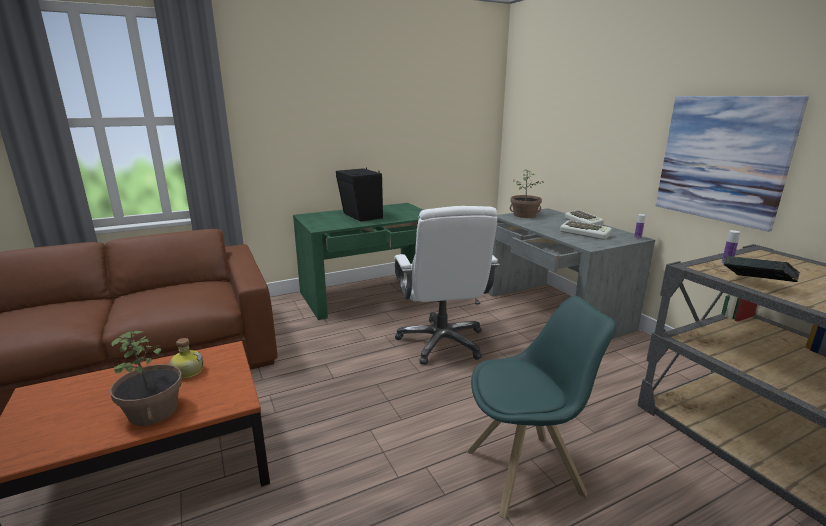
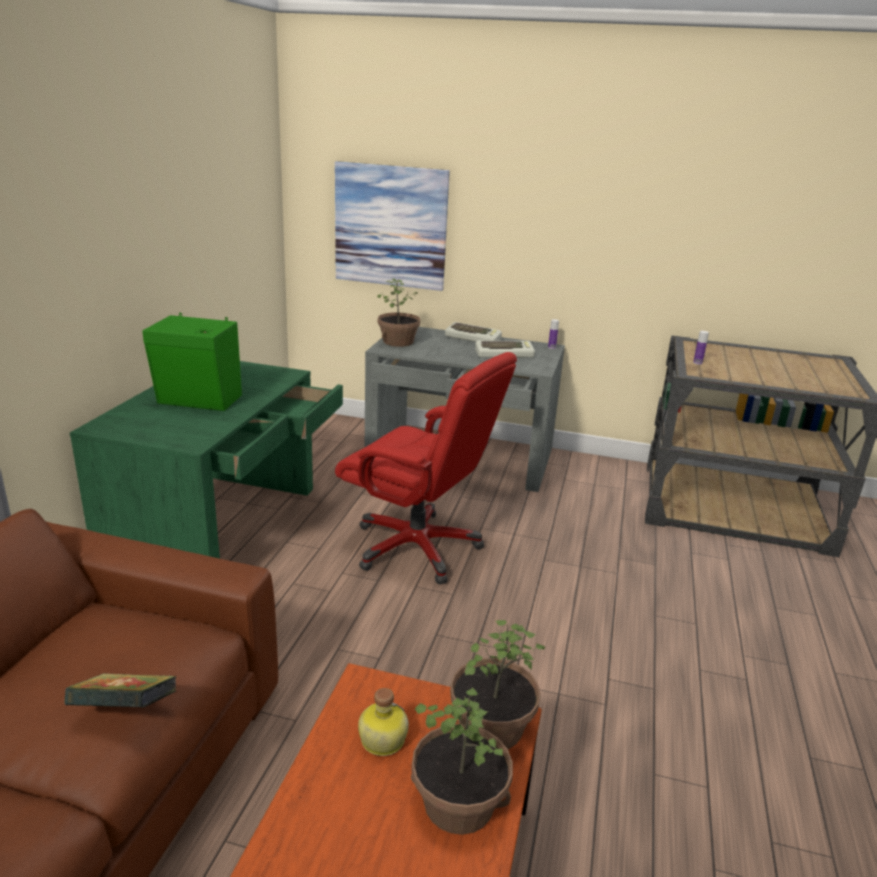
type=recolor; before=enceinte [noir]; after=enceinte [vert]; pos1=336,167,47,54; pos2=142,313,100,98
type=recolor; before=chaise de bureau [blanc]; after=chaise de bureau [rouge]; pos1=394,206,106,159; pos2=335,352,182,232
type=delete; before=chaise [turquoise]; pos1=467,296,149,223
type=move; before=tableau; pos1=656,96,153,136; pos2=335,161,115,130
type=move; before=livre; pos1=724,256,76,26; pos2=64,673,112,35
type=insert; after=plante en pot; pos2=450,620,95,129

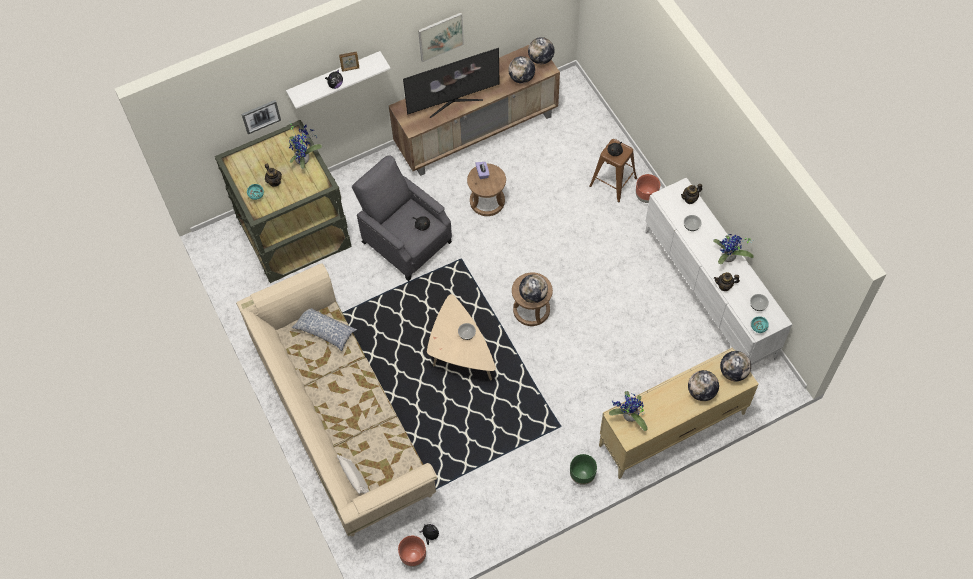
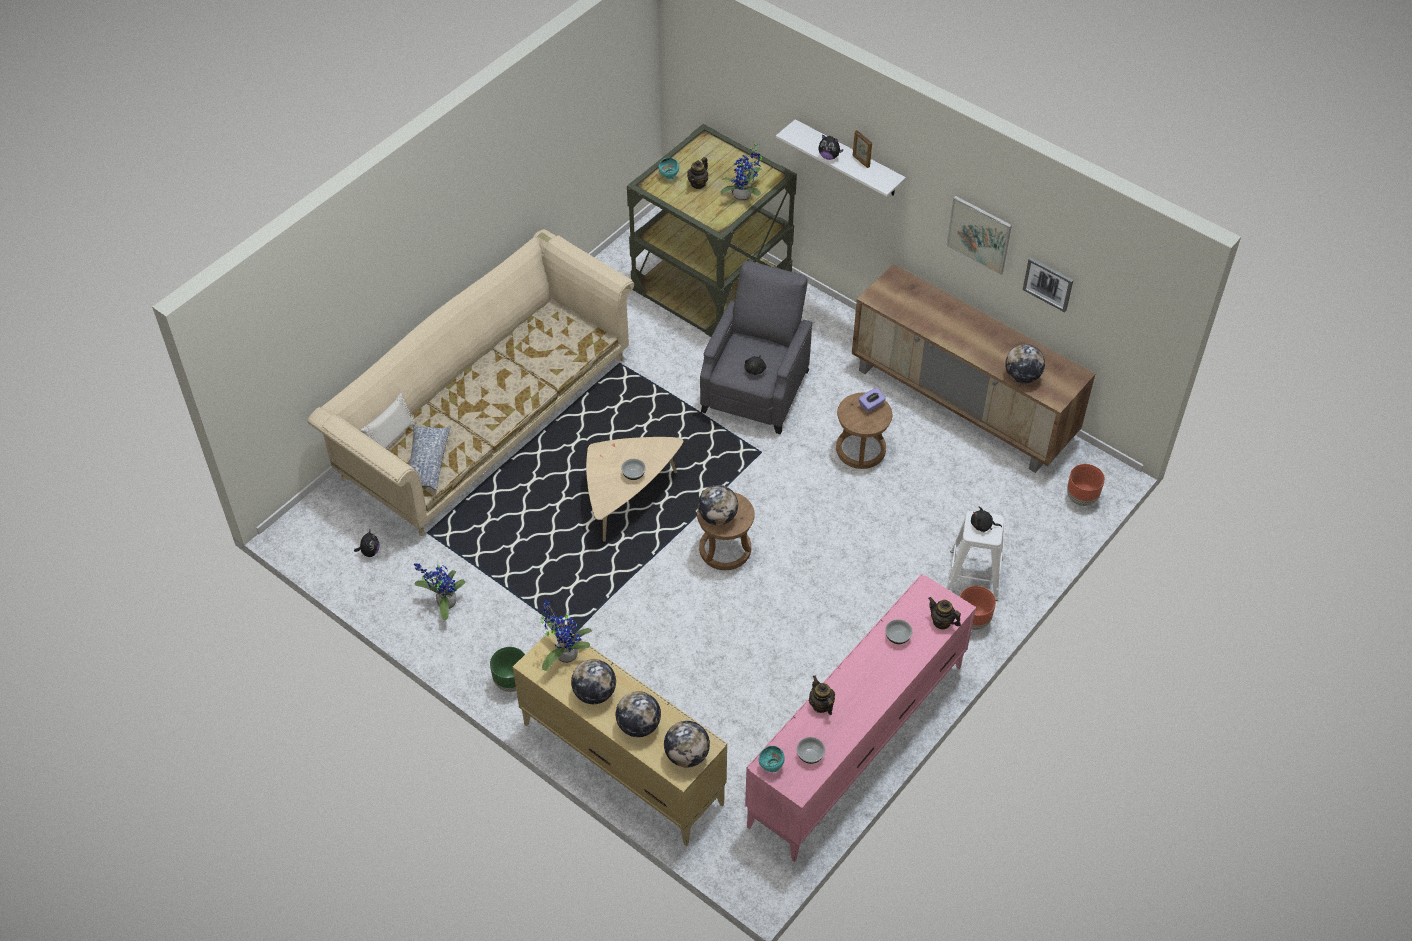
type=move; before=tableau; pos1=242,100,39,34; pos2=1023,257,50,55
type=move; before=coussin; pos1=292,308,65,43; pos2=409,425,41,65
type=move; before=cache-pot [marron]; pos1=398,536,28,31; pos2=1067,464,38,42
type=delete; before=téléviseur; pos1=403,48,97,70
type=move; before=globe; pos1=528,37,26,27; pos2=571,659,45,45
type=recolor; before=tabouret [marron]; after=tabouret [blanc]; pos1=589,139,48,64; pos2=946,511,58,90
type=recolor; before=meuble de rangement [blanc]; after=meuble de rangement [rose]; pos1=645,177,147,188; pos2=745,574,231,288
type=move; before=plante en pot; pos1=713,234,41,30; pos2=413,561,52,59

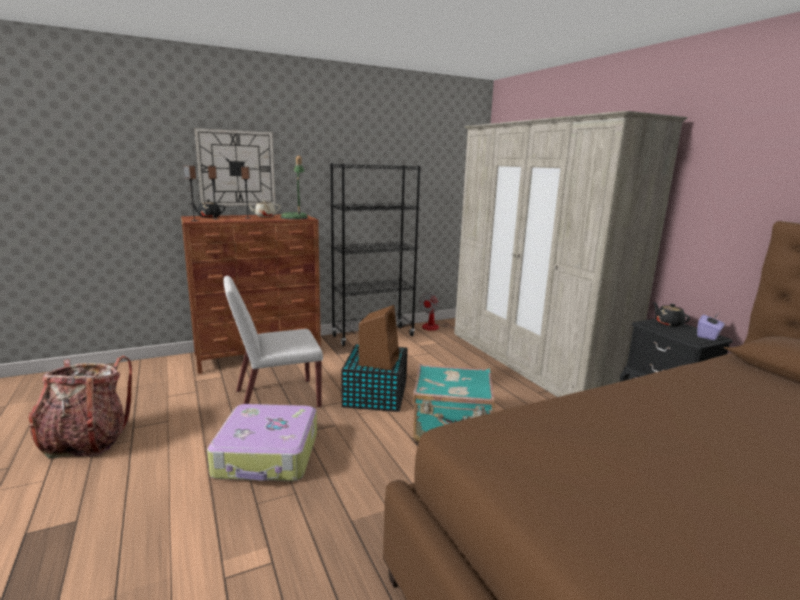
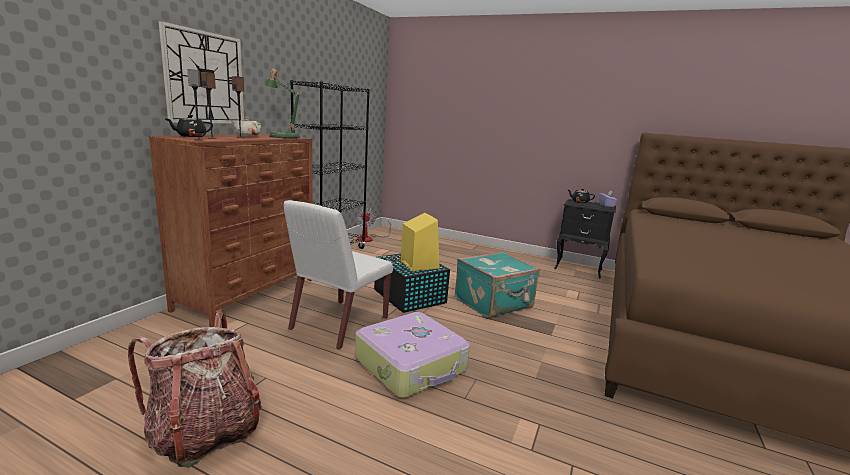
type=recolor; before=enceinte [marron]; after=enceinte [jaune]; pos1=359,305,40,65; pos2=401,213,38,58
type=delete; before=armoire [beige]; pos1=454,111,233,286

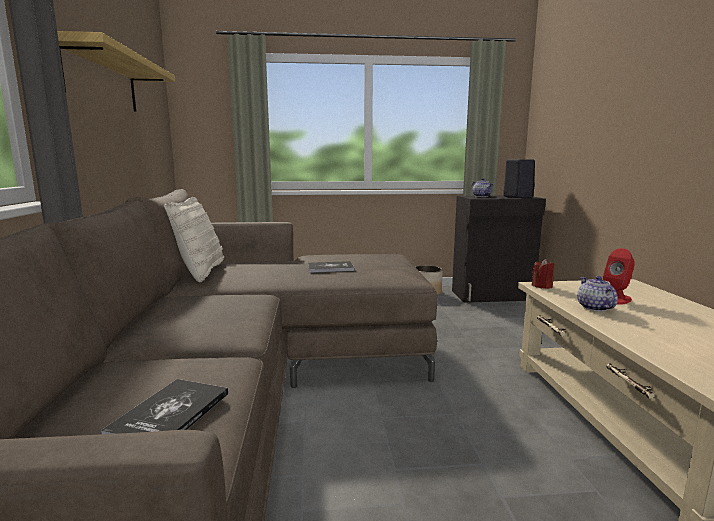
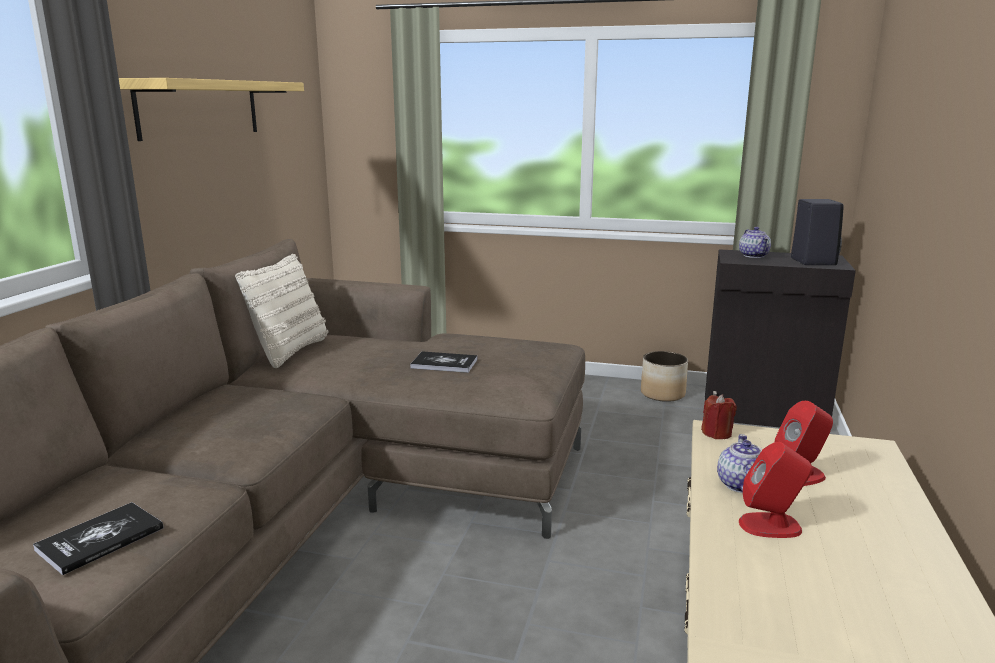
type=insert; after=enceinte [rouge]; pos2=739,442,73,96

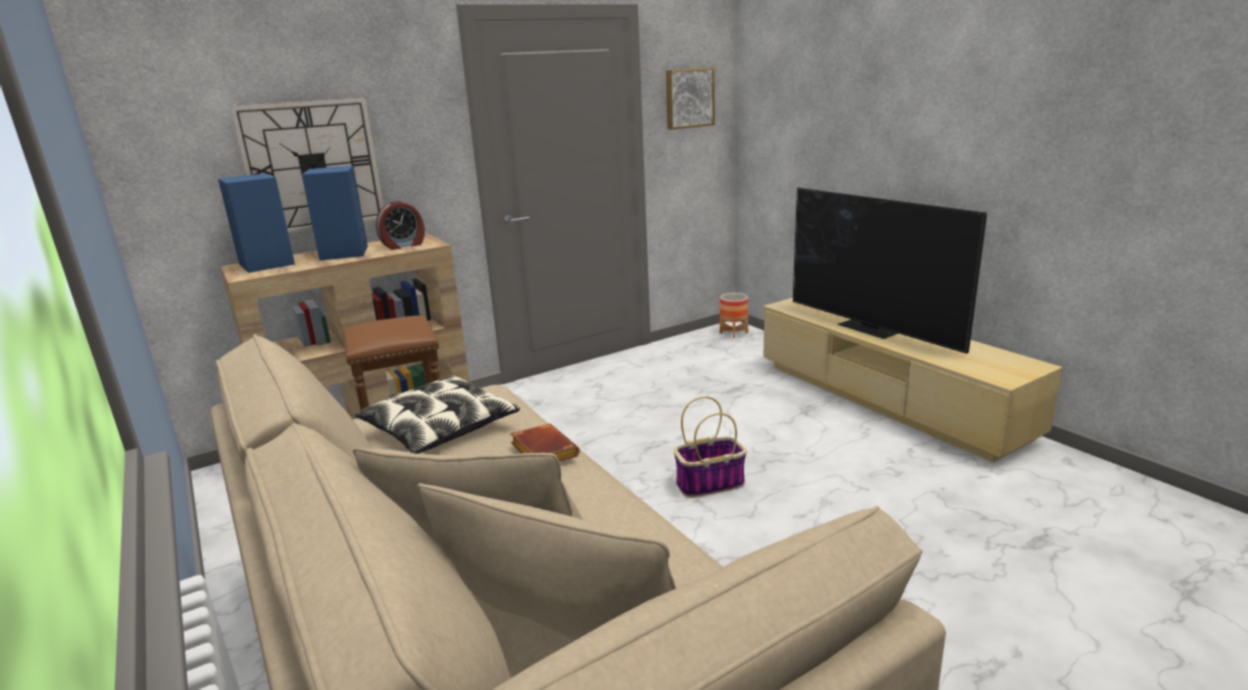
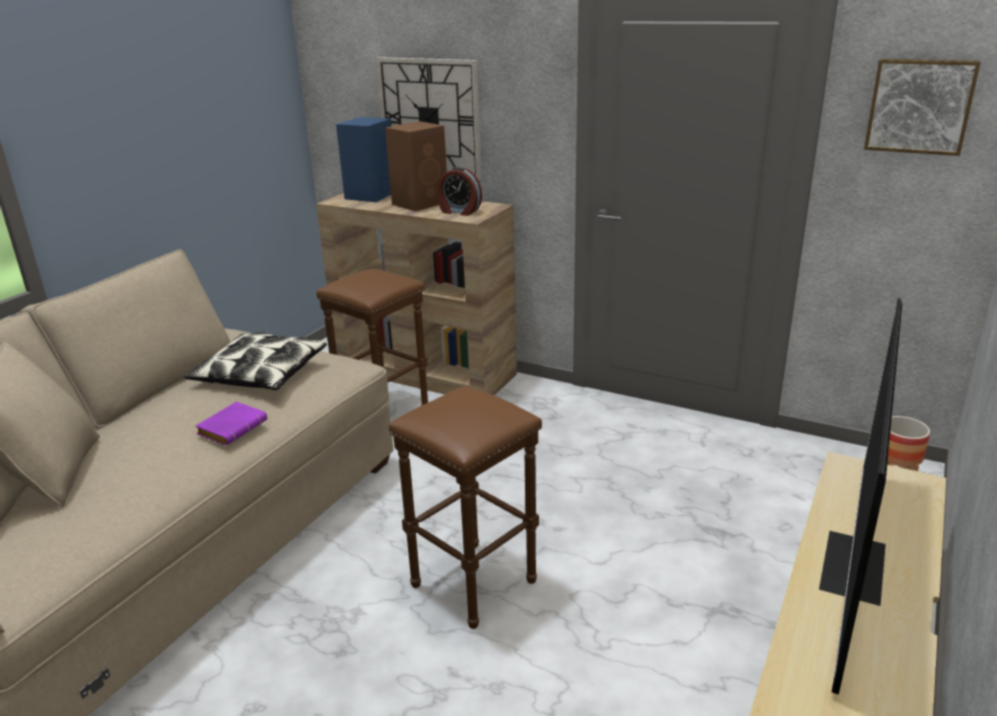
type=recolor; before=enceinte [bleu]; after=enceinte [marron]; pos1=302,166,66,95; pos2=385,121,62,90
type=recolor; before=livre [marron]; after=livre [violet]; pos1=510,424,70,38; pos2=195,402,72,44
type=replace; before=panier; after=tabouret [marron]; pos1=674,396,73,102; pos2=389,385,153,244

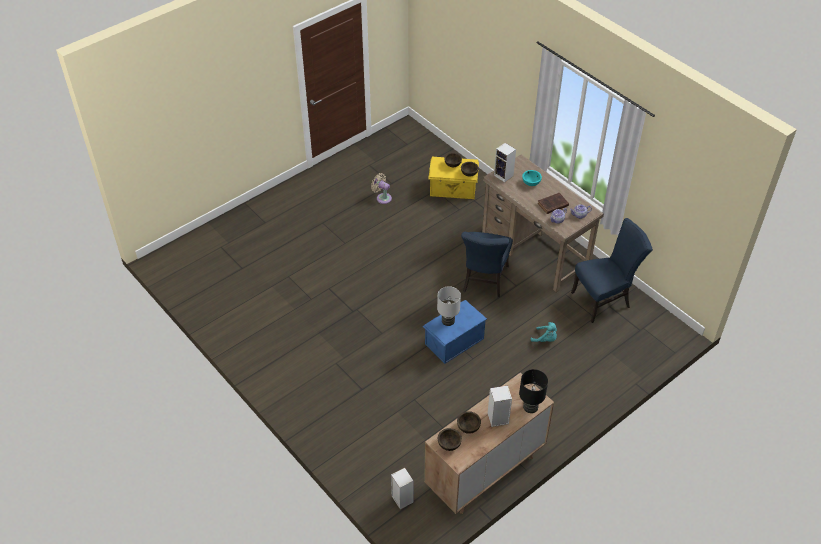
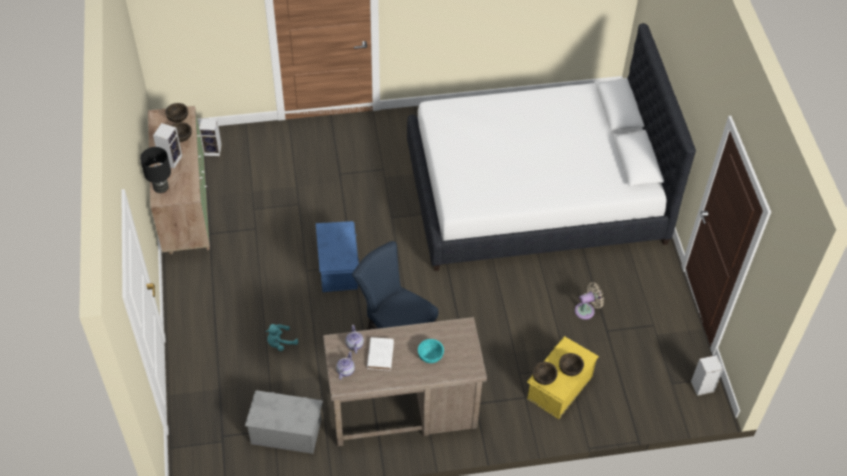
type=delete; before=lampe de table [gris]; pos1=437,286,24,40
type=move; before=enceinte; pos1=494,143,22,39; pos2=691,355,32,41
type=recolor; before=livre [marron]; after=livre [blanc]; pos1=538,193,31,21; pos2=367,337,27,34
type=replace; before=chaise [bleu]; after=boîte de rangement [gris]; pos1=571,218,82,105; pos2=245,390,78,64
type=insert; after=lit [blanc]; pos2=407,23,289,248

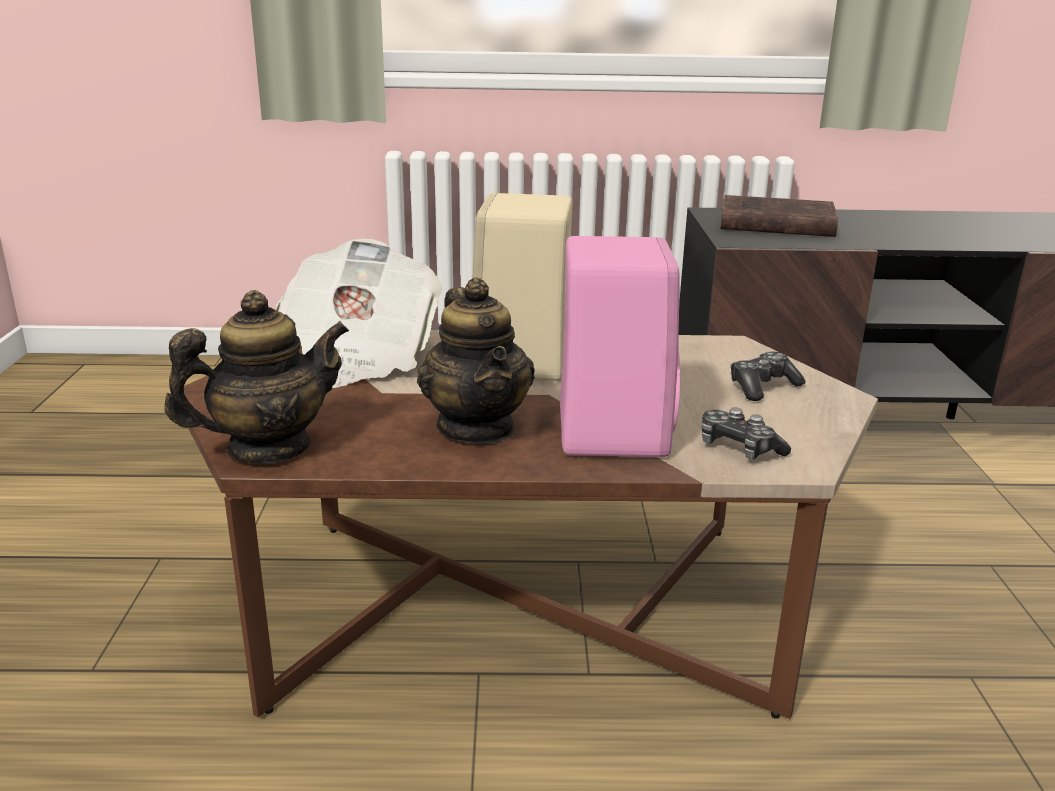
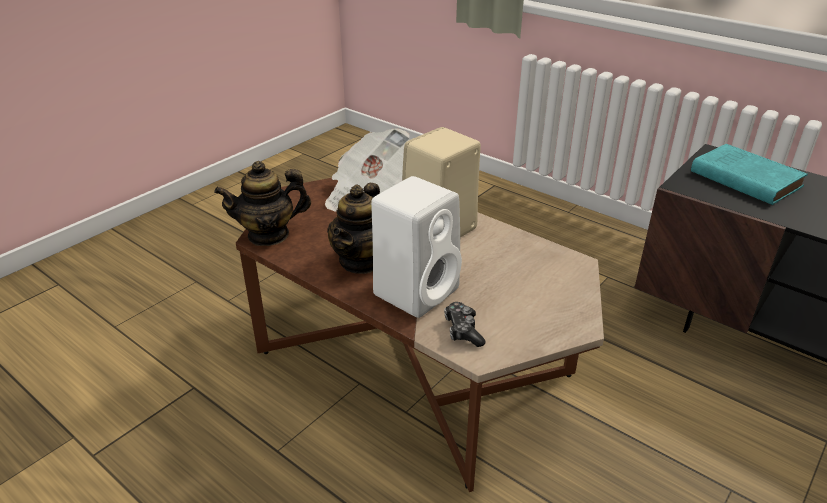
type=rotate; before=théière; pos1=164,290,185,173; pos2=214,161,97,85; turn=150
type=recolor; before=enceinte [rose]; after=enceinte [blanc]; pos1=560,236,120,221; pos2=371,176,91,142
type=recolor; before=livre [marron]; after=livre [turquoise]; pos1=721,195,118,42; pos2=691,144,117,61
type=delete; before=manette; pos1=730,352,76,49

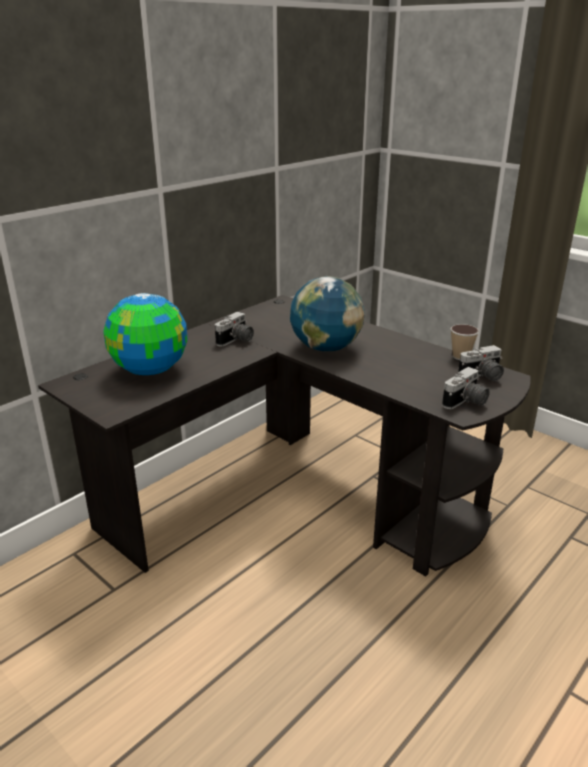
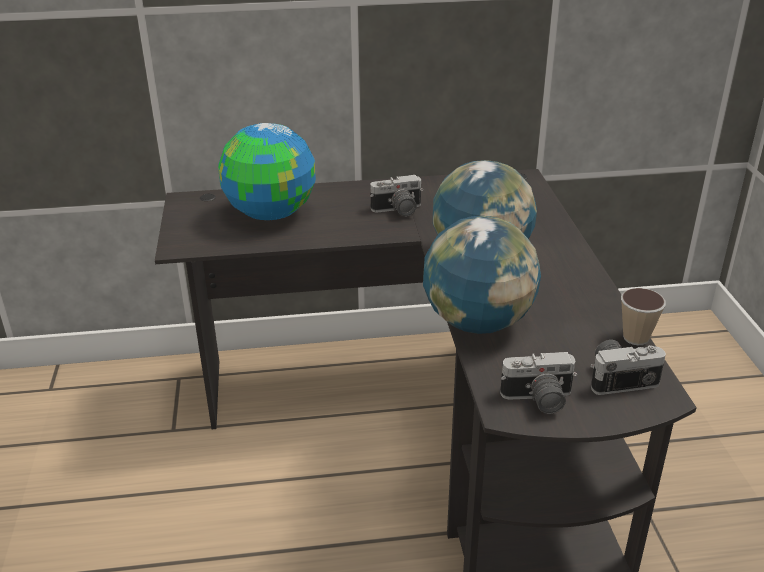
type=rotate; before=appareil photo; pos1=458,345,46,36; pos2=590,340,76,55; turn=150
type=insert; after=globe; pos2=423,216,118,118

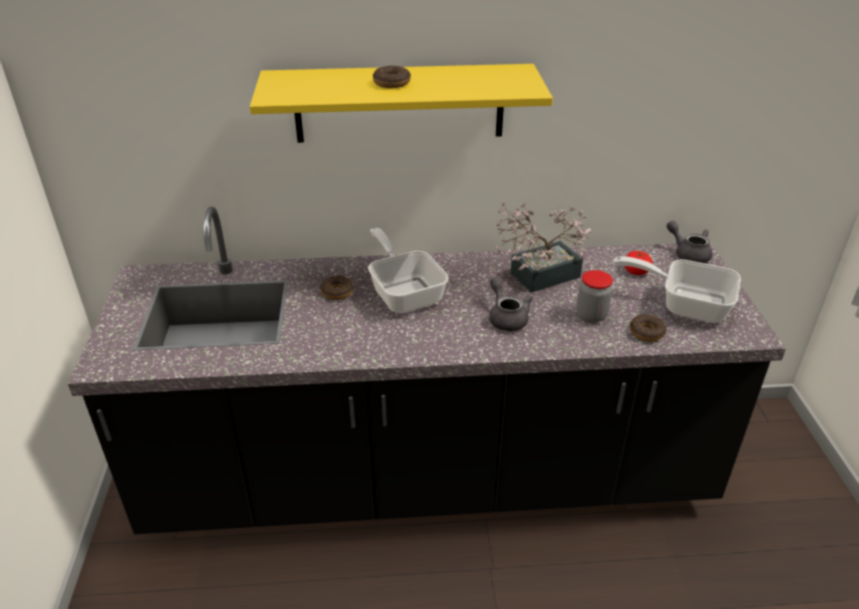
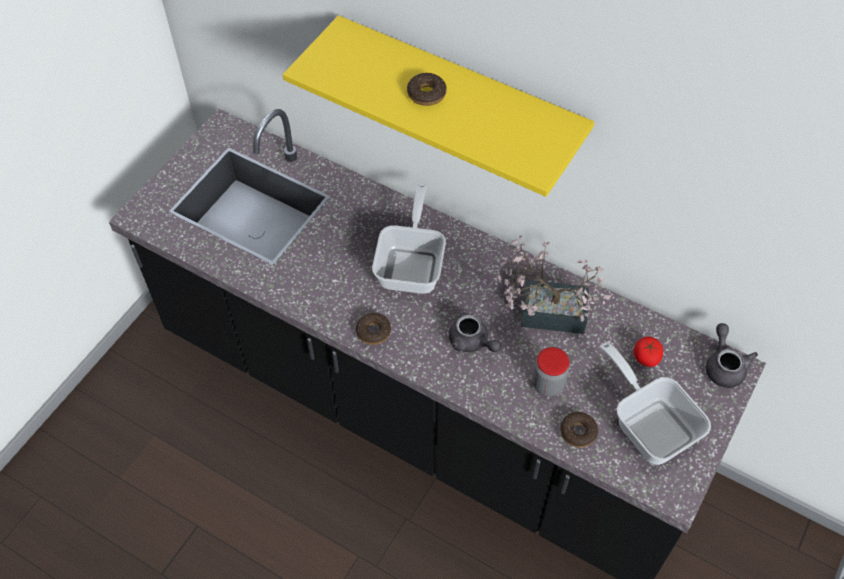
type=move; before=beignet; pos1=320,276,34,24; pos2=356,313,35,32
type=rotate; before=théière [gris]; pos1=489,277,45,54; pos2=449,314,52,38; turn=120

